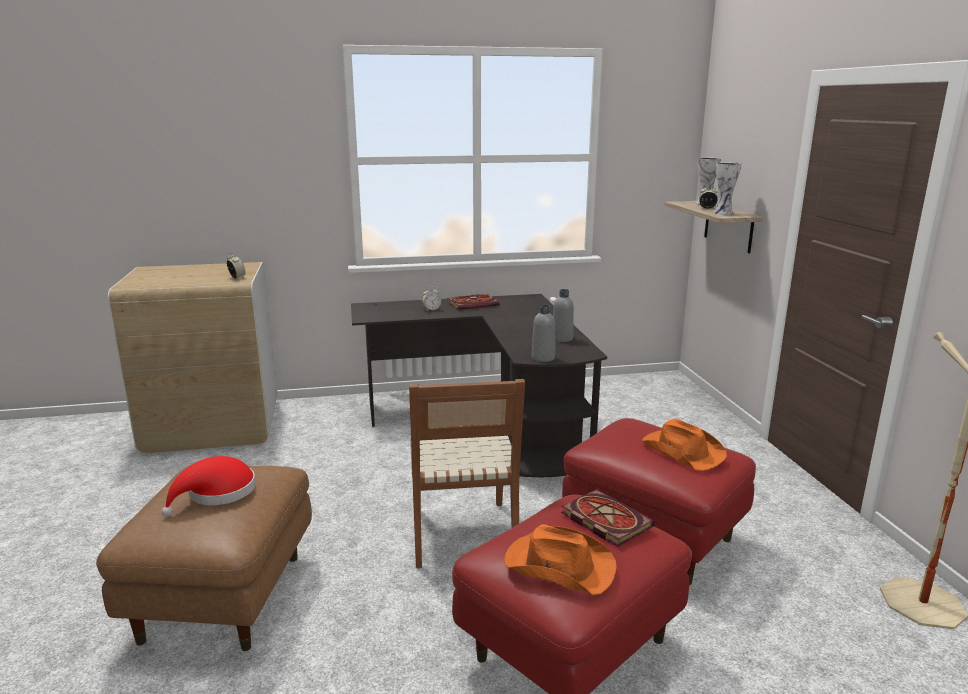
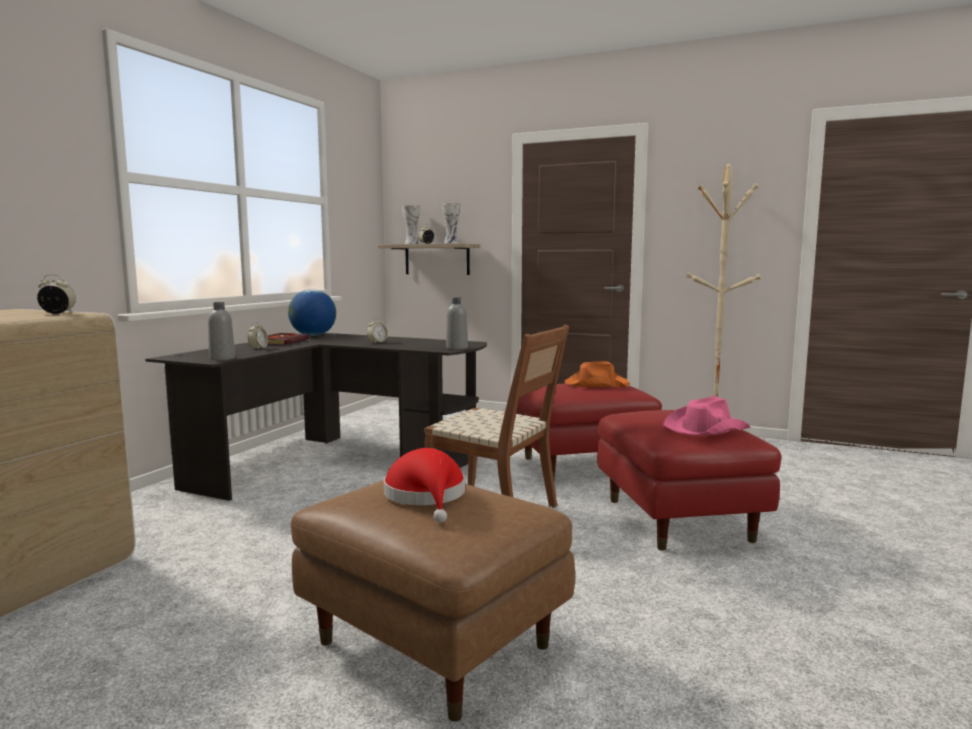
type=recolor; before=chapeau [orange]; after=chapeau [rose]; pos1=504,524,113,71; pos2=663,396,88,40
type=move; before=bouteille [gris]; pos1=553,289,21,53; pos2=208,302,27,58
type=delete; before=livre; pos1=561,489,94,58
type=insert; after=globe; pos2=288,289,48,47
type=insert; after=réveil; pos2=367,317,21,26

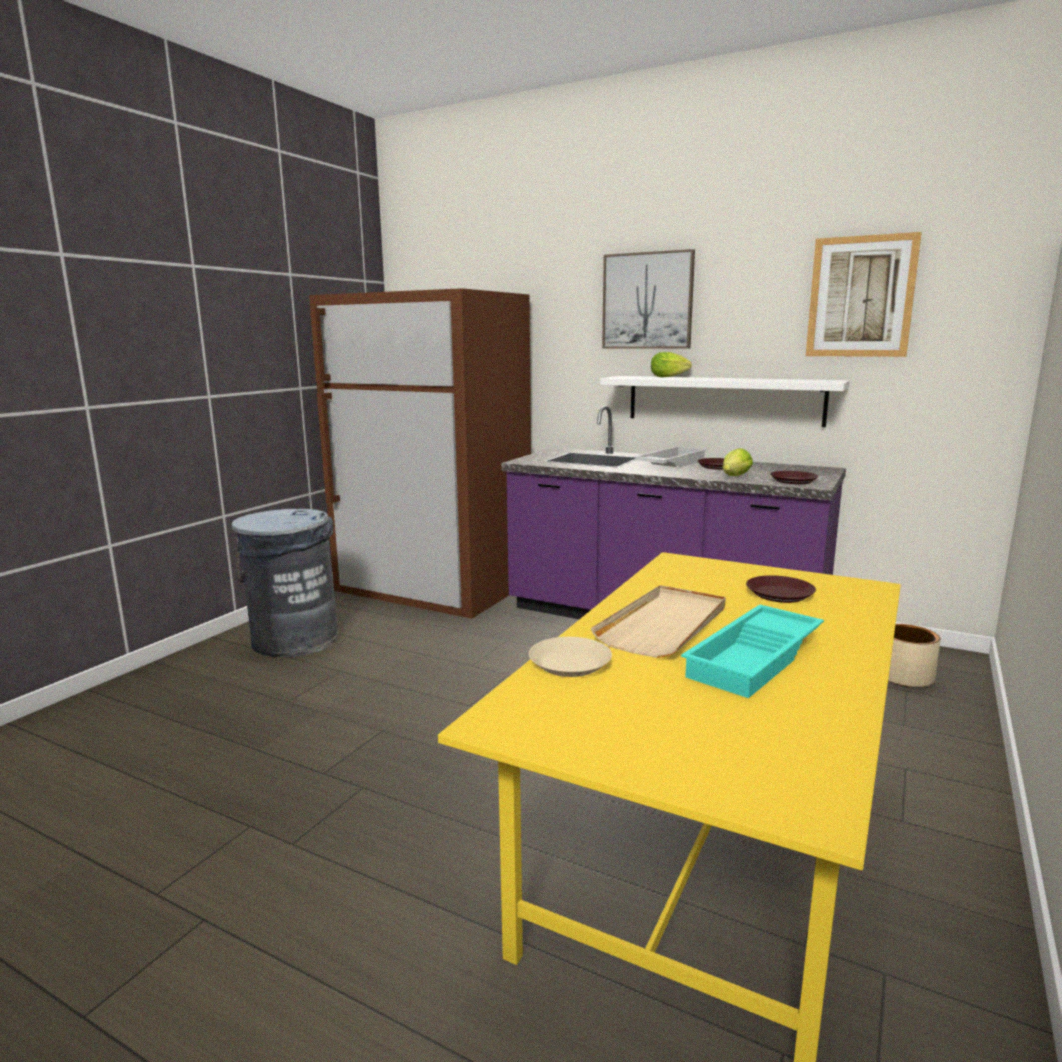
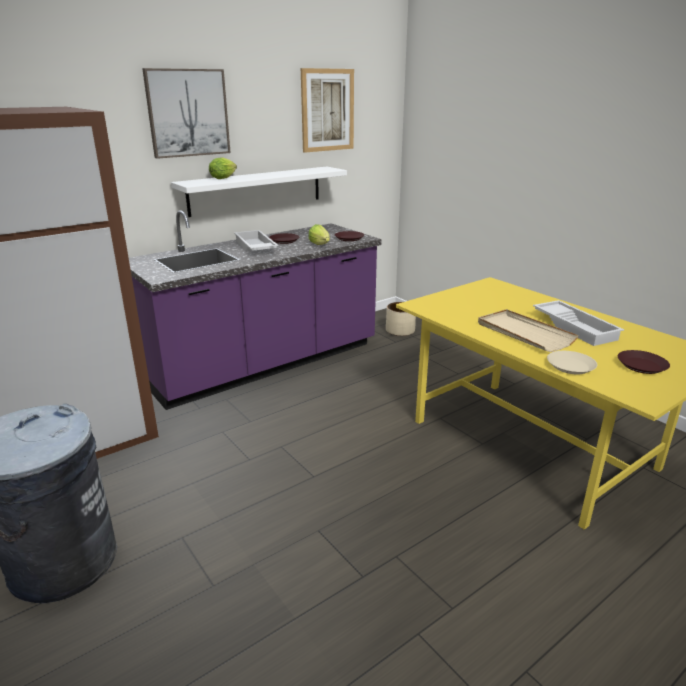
type=recolor; before=plateau [turquoise]; after=plateau [blanc]; pos1=681,604,143,94; pos2=533,300,91,46
type=move; before=assiette [marron]; pos1=746,575,70,28; pos2=618,350,52,24

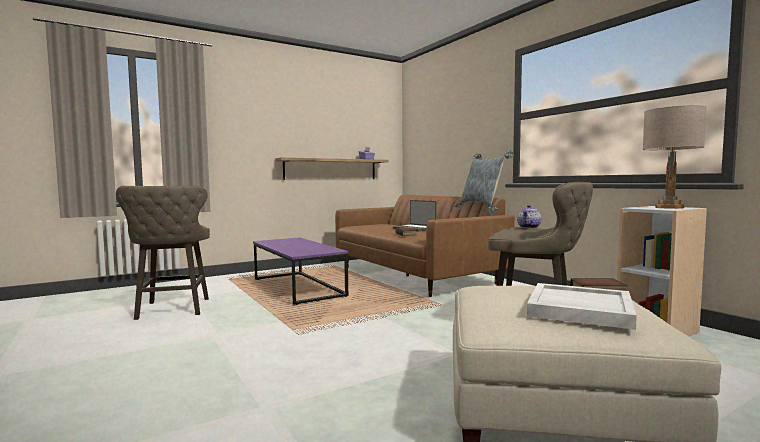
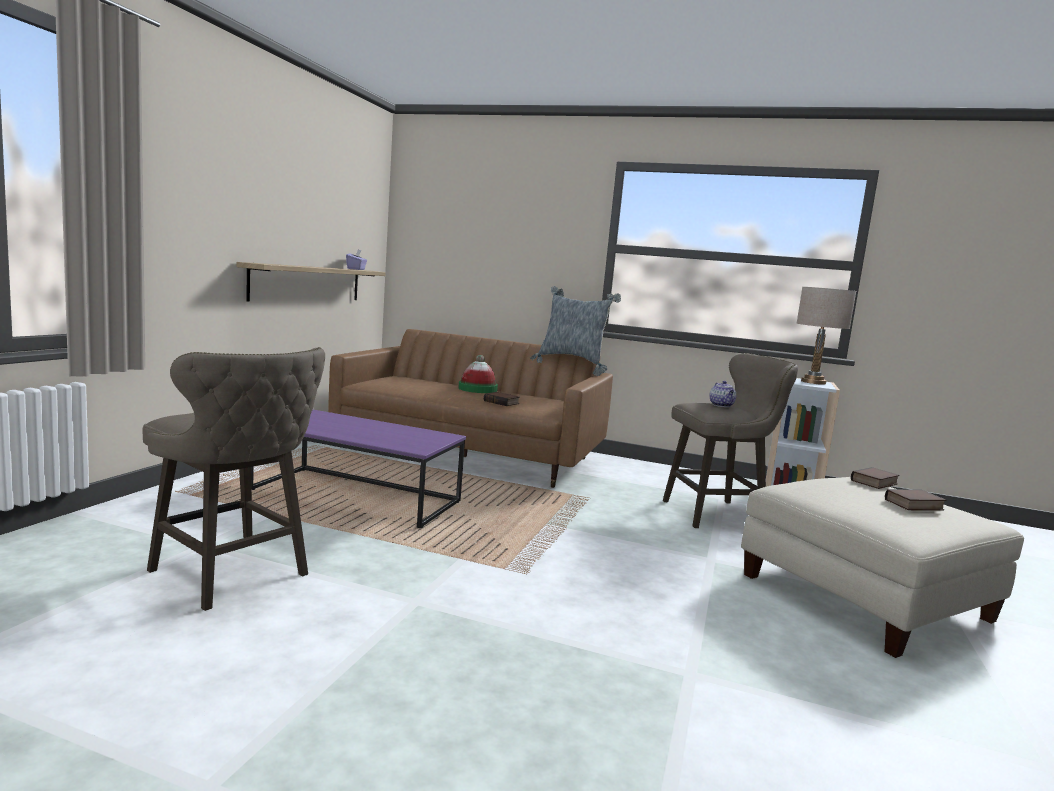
type=replace; before=ordinateur portable; after=chapeau; pos1=393,200,43,31; pos2=458,355,40,38
type=replace; before=plateau [blanc]; after=livre; pos1=527,283,110,47; pos2=885,489,61,22

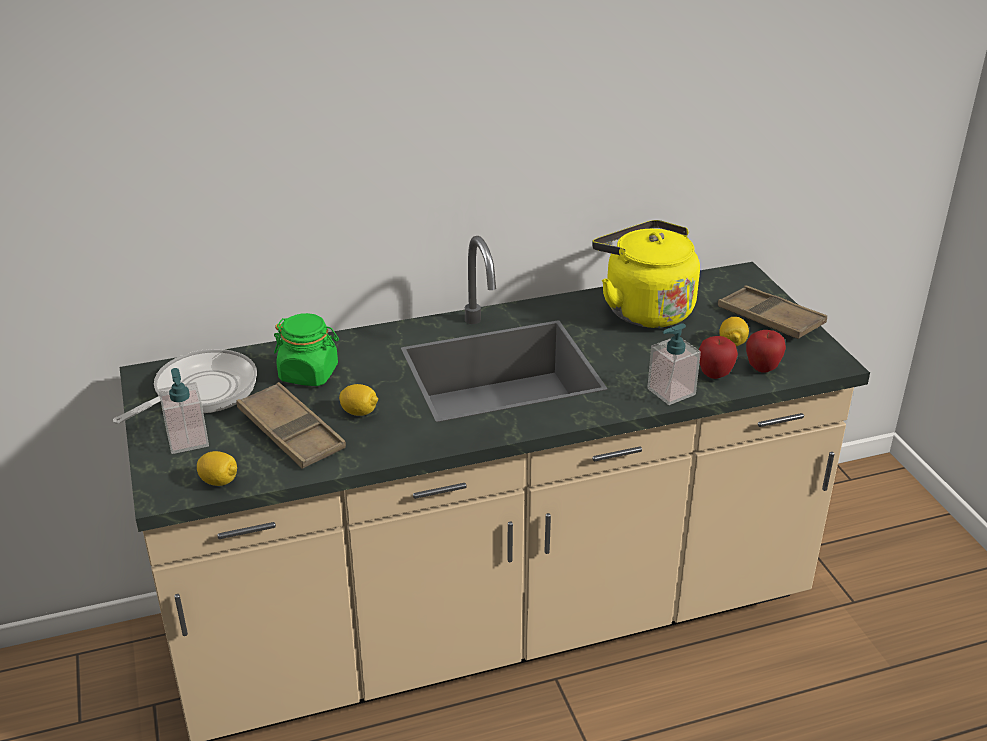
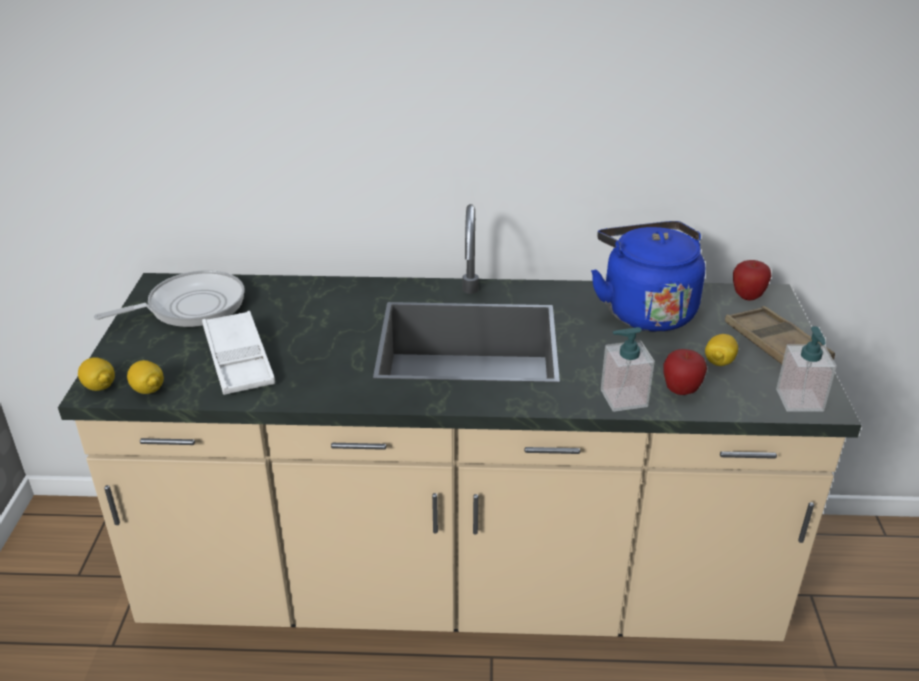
type=move; before=distributeur de savon; pos1=159,368,50,86; pos2=776,326,61,86
type=recolor; before=plateau [marron]; after=plateau [blanc]; pos1=237,382,109,87; pos2=202,311,73,84
type=delete; before=bocal [vert]; pos1=274,313,65,73
type=move; before=citron; pos1=339,384,39,32; pos2=78,357,37,34
type=recolor; before=bouilloire [jaune]; after=bouilloire [bleu]; pos1=592,220,108,108; pos2=591,221,115,111
type=move; before=pomme; pos1=746,330,40,43; pos2=733,260,38,40

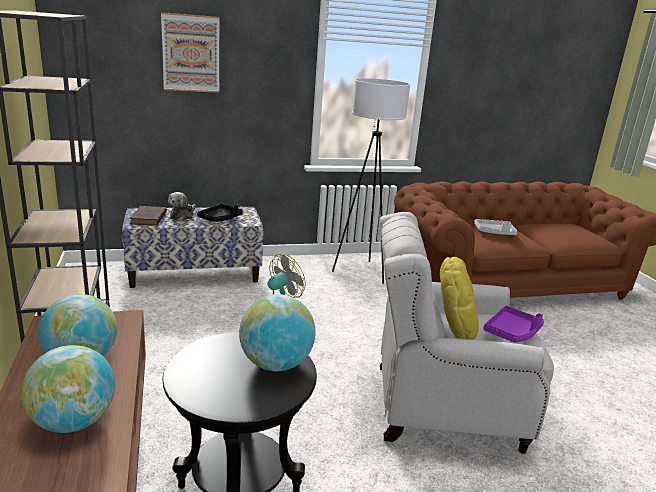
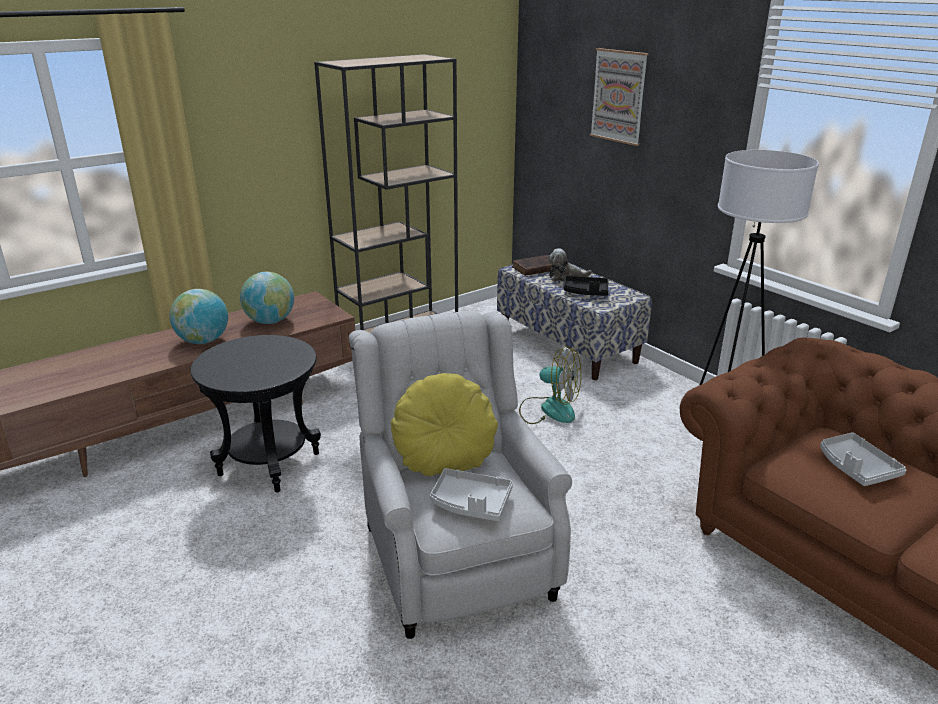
type=delete; before=globe; pos1=239,294,77,77
type=recolor; before=plateau [violet]; after=plateau [gris]; pos1=484,306,60,37; pos2=430,468,83,53

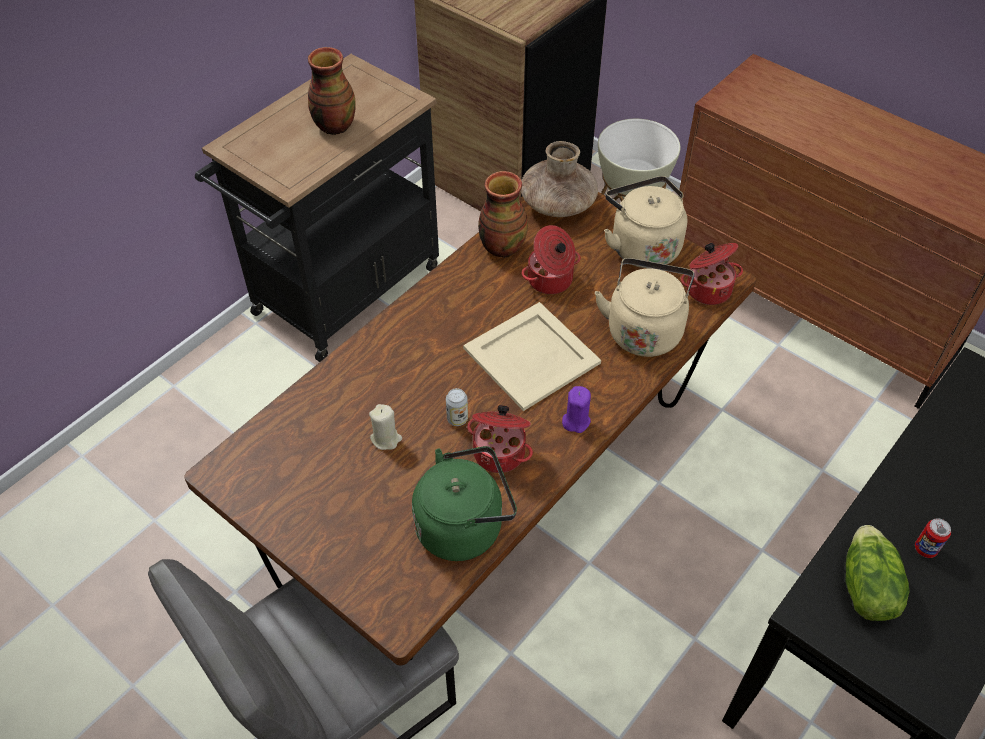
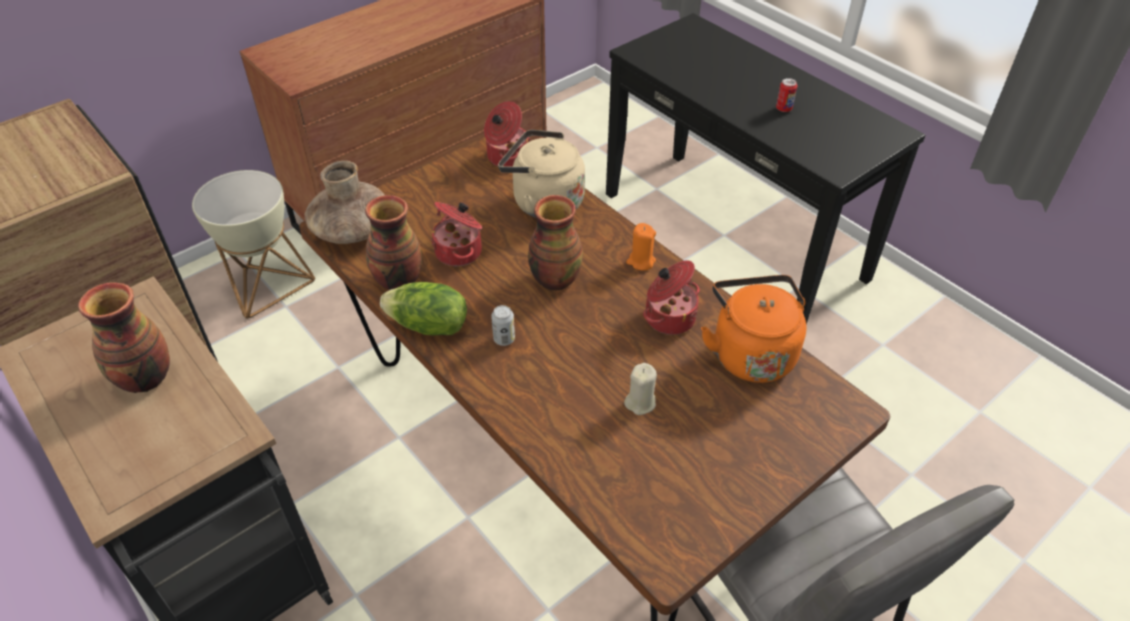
type=recolor; before=bouilloire [vert]; after=bouilloire [orange]; pos1=412,446,105,115; pos2=701,275,106,108
type=move; before=boîte métallique; pos1=446,388,22,38; pos2=491,305,24,41
type=replace; before=plateau [beige]; after=vase; pos1=463,302,138,109; pos2=528,195,55,95
type=recolor; before=bougie [violet]; after=bougie [orange]; pos1=562,386,29,47; pos2=626,223,30,47
type=delete; before=bouilloire [beige]; pos1=604,176,83,93
type=move; before=laitue; pos1=845,525,64,96; pos2=380,282,87,54

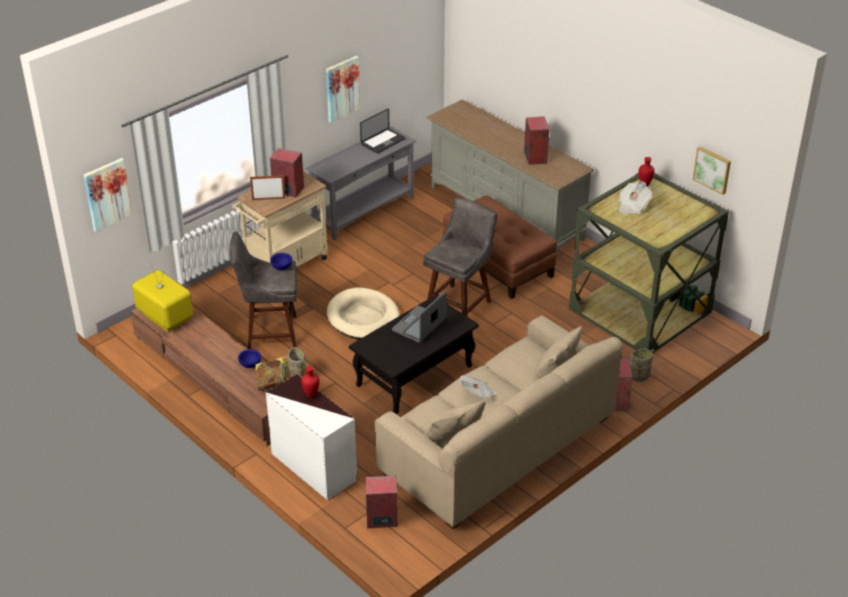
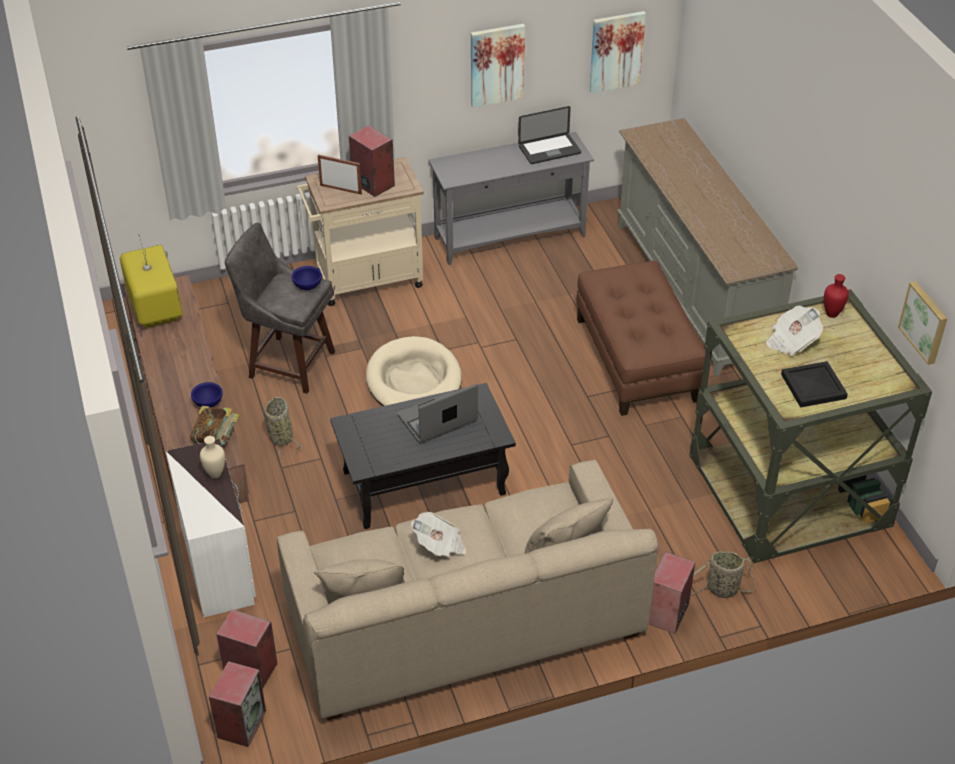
type=move; before=tableau; pos1=84,158,49,74; pos2=589,11,57,83
type=recolor; before=vase [rouge]; after=vase [beige]; pos1=301,366,18,32; pos2=200,436,25,42
type=delete; before=tabouret [gris]; pos1=423,197,74,119
type=move; before=enceinte; pos1=524,116,26,49; pos2=209,661,57,86
type=insert; after=plateau [noir]; pos2=781,361,67,47

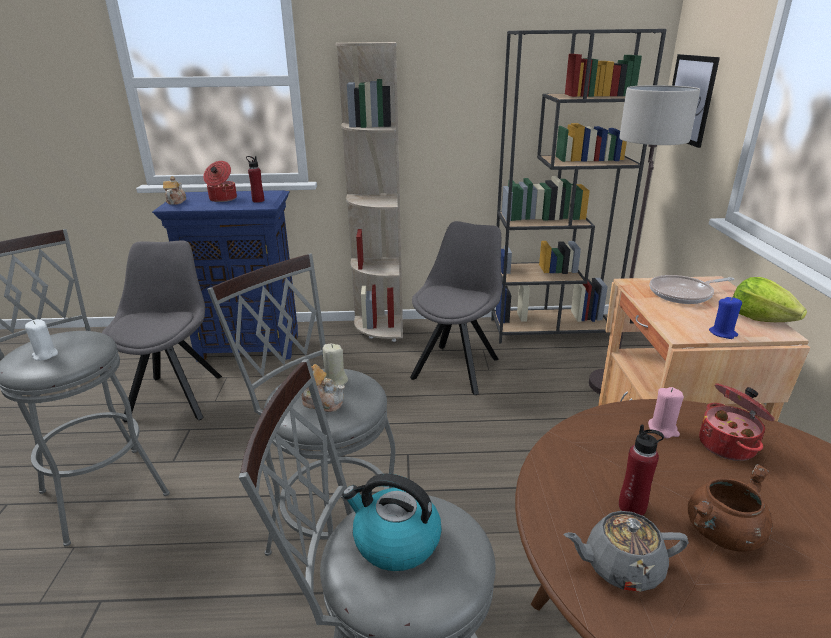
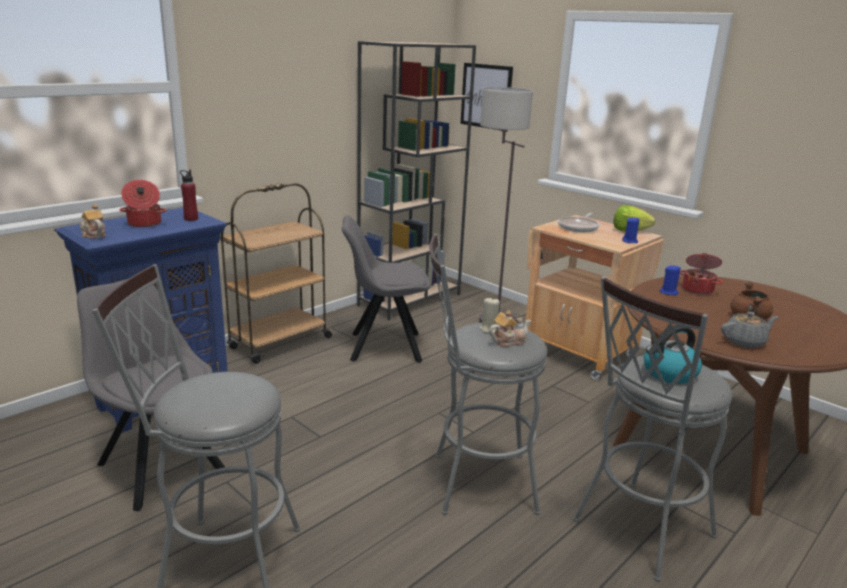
type=delete; before=bougie [blanc]; pos1=25,319,33,42
type=replace; before=bibliothèque [beige]; after=chariot [marron]; pos1=335,42,68,300; pos2=221,183,111,181
type=rotate; before=chaise [gris]; pos1=410,221,92,174; pos2=341,215,89,148; turn=-75
type=rotate; before=théière [gris]; pos1=564,511,125,81; pos2=721,312,58,36; turn=-150
type=delete; before=bouteille [rouge]; pos1=619,425,45,91
type=recolor; before=bougie [rose]; after=bougie [bleu]; pos1=648,387,36,51; pos2=660,266,21,30

